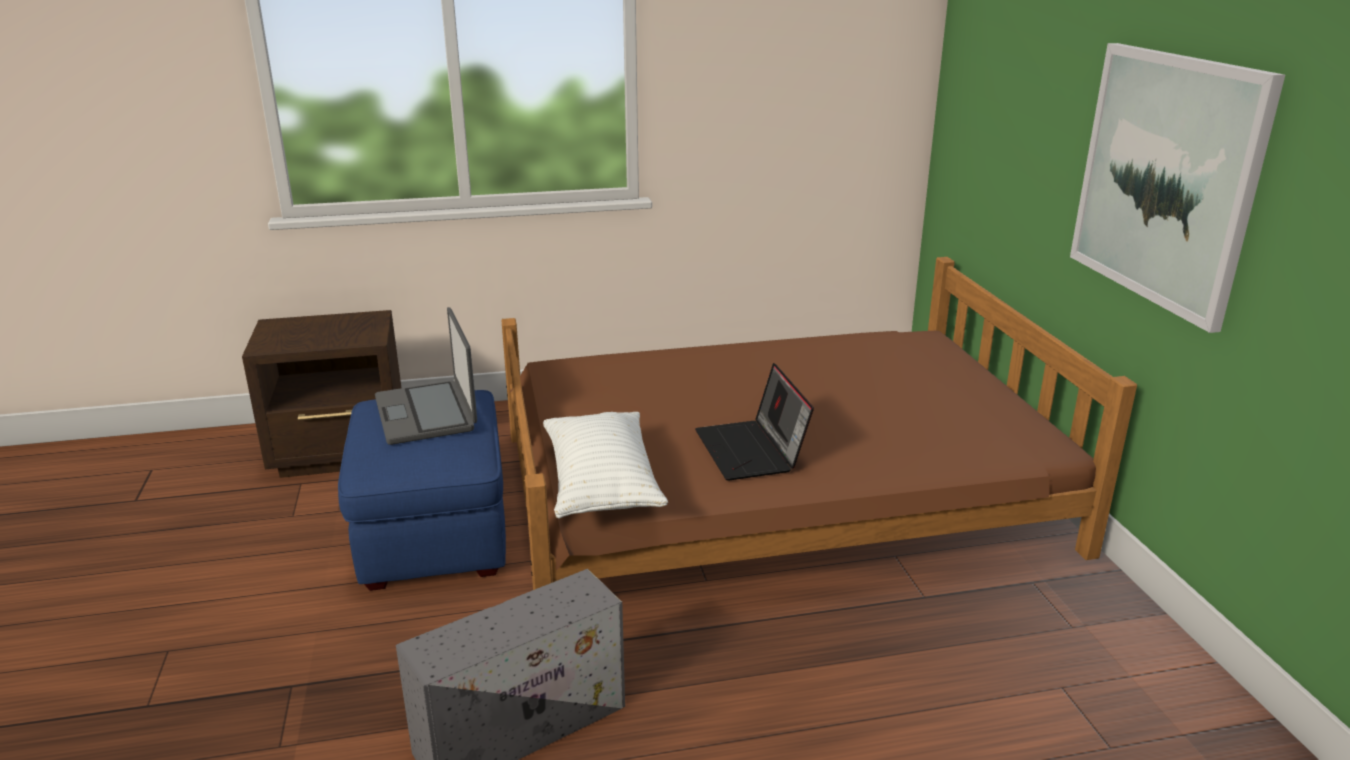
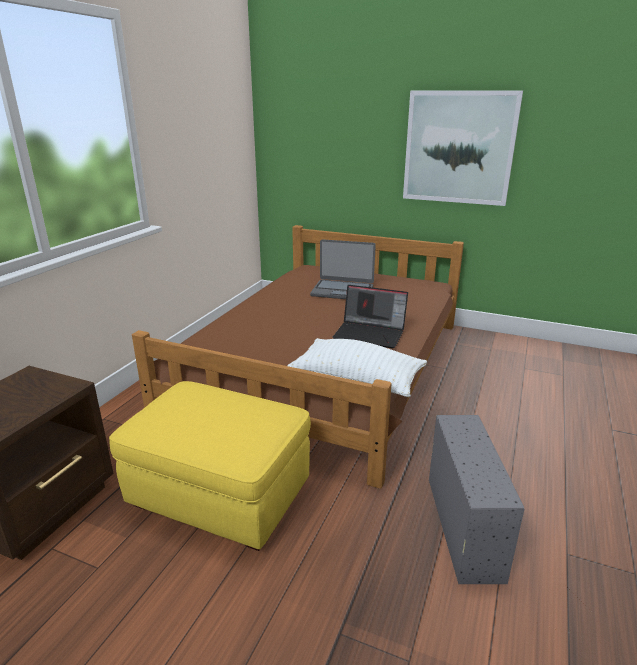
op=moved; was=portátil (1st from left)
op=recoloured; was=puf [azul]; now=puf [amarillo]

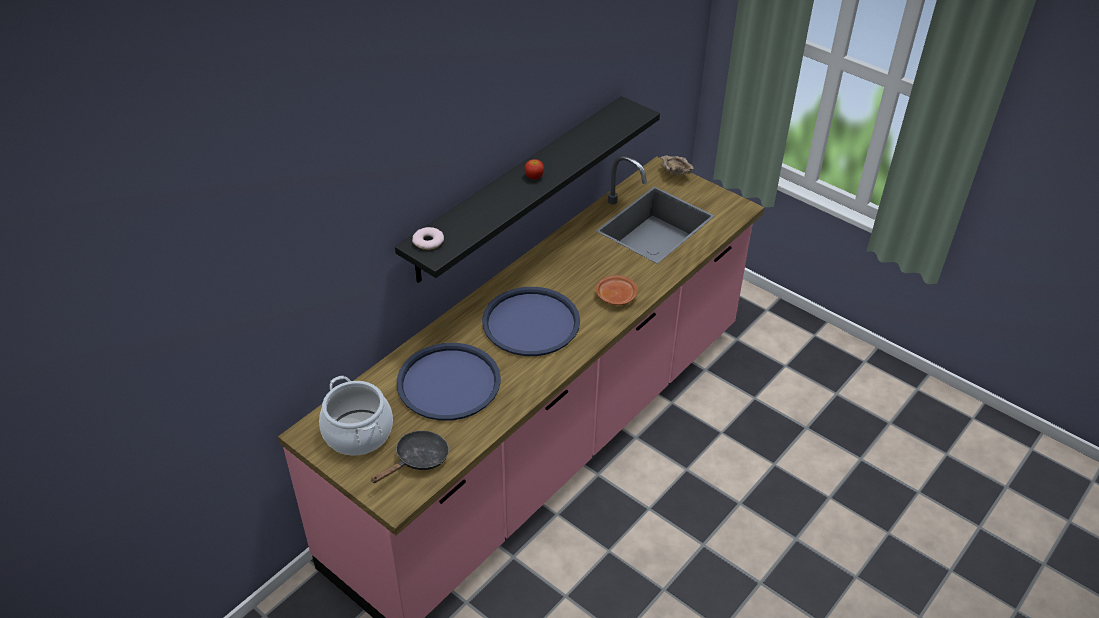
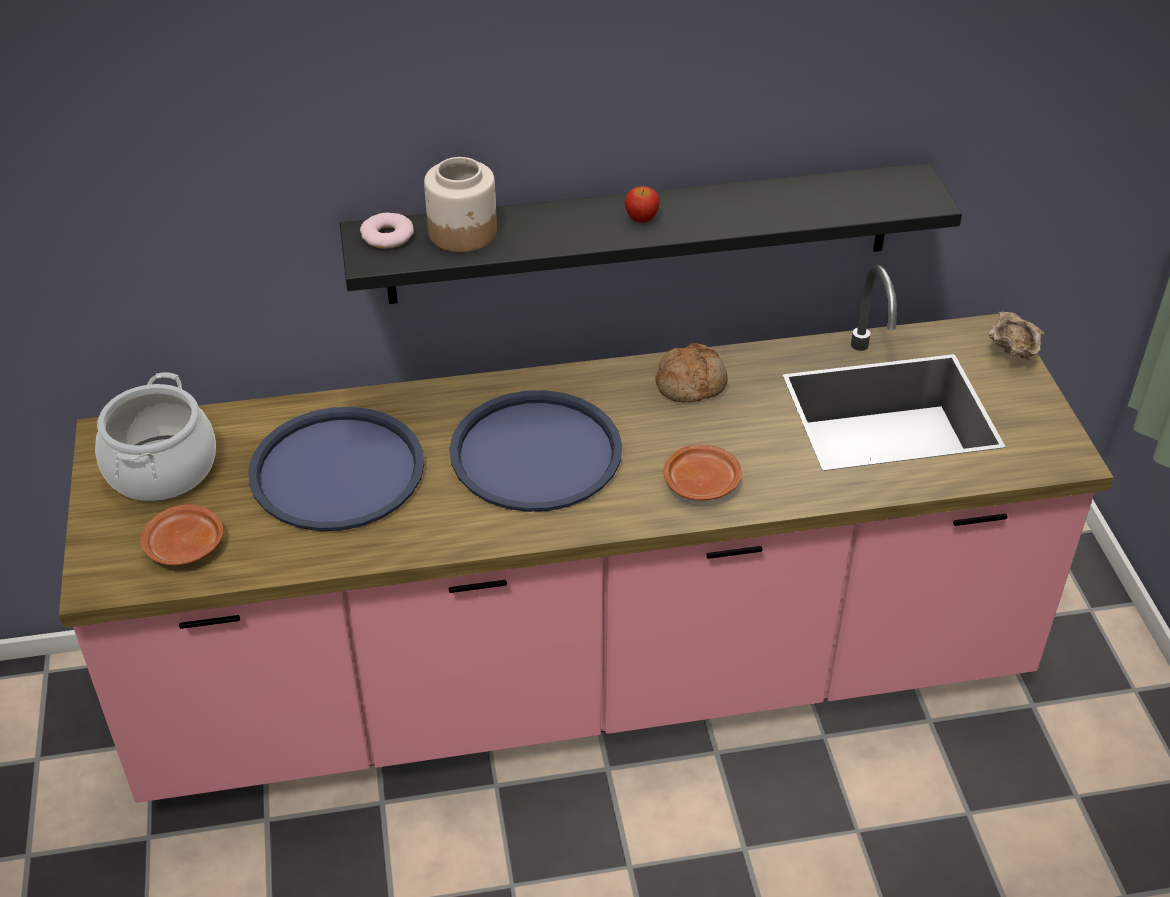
op=replaced; was=sartén [negro]; now=plato [marrón] (1st from left)
op=added; now=tarro
op=added; now=pan

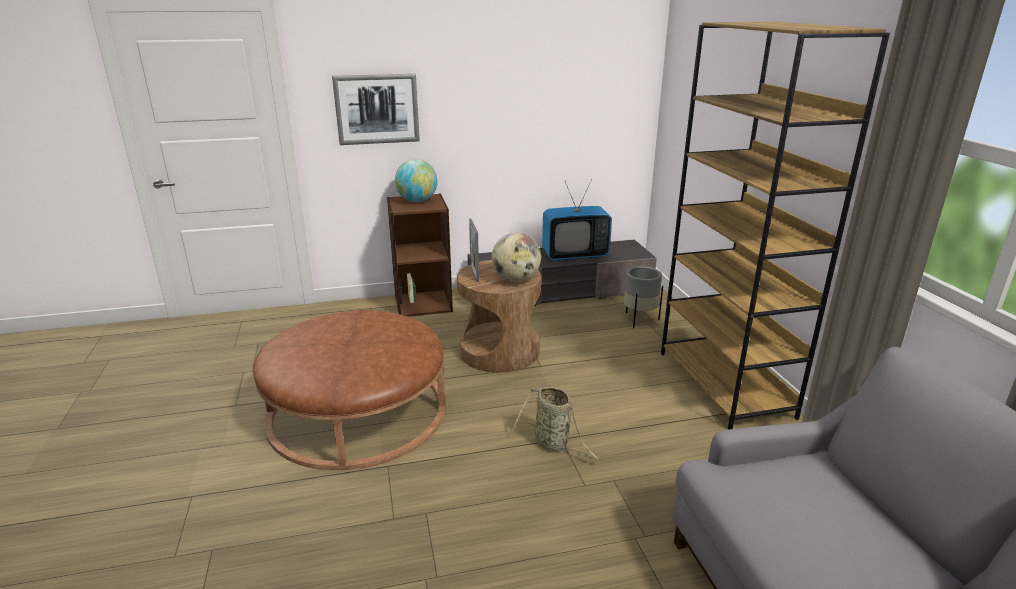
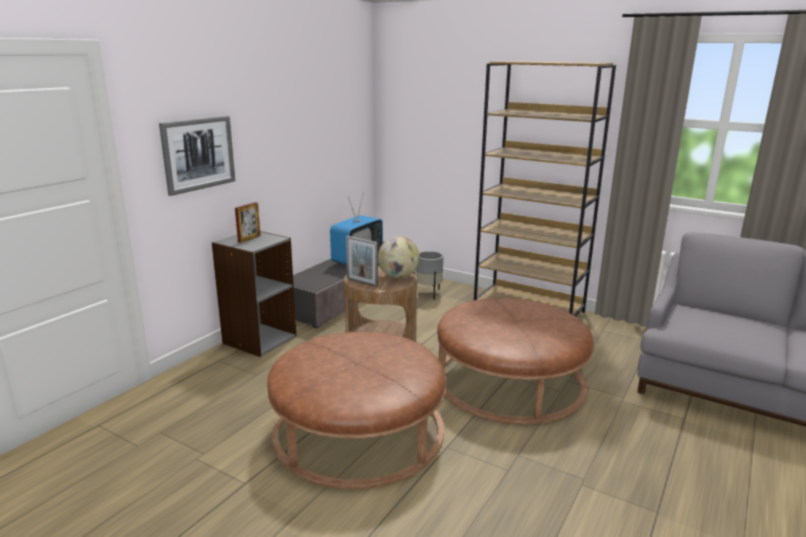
op=replaced; was=globo terráqueo (1st from left); now=portarretratos (1st from left)
op=recoloured; was=estantería [marrón] (1st from left); now=estantería [gris]
op=replaced; was=cesta; now=puf [marrón] (2nd from left)

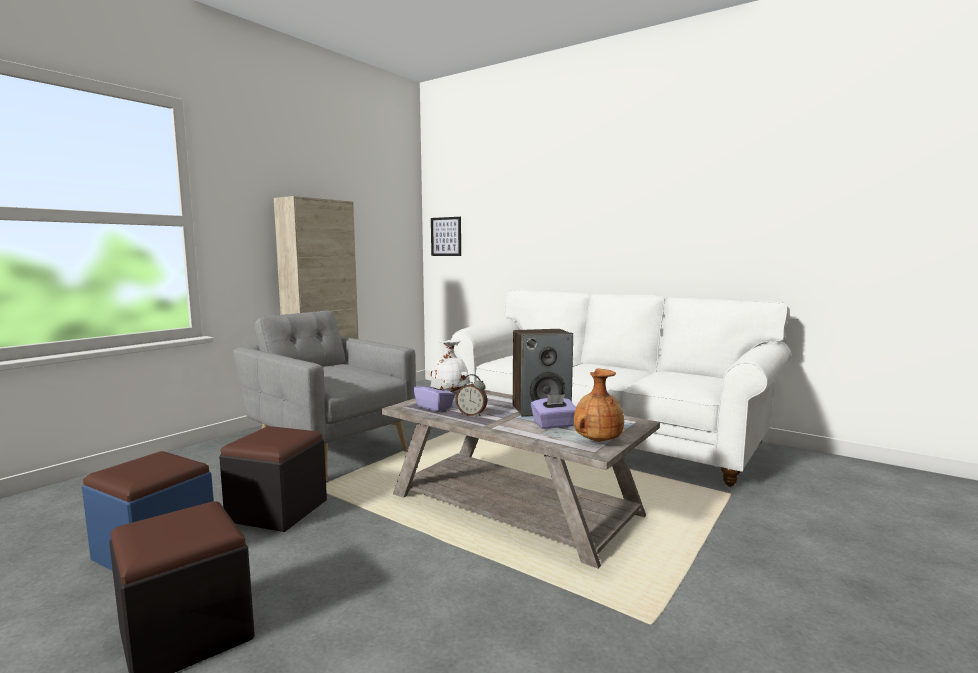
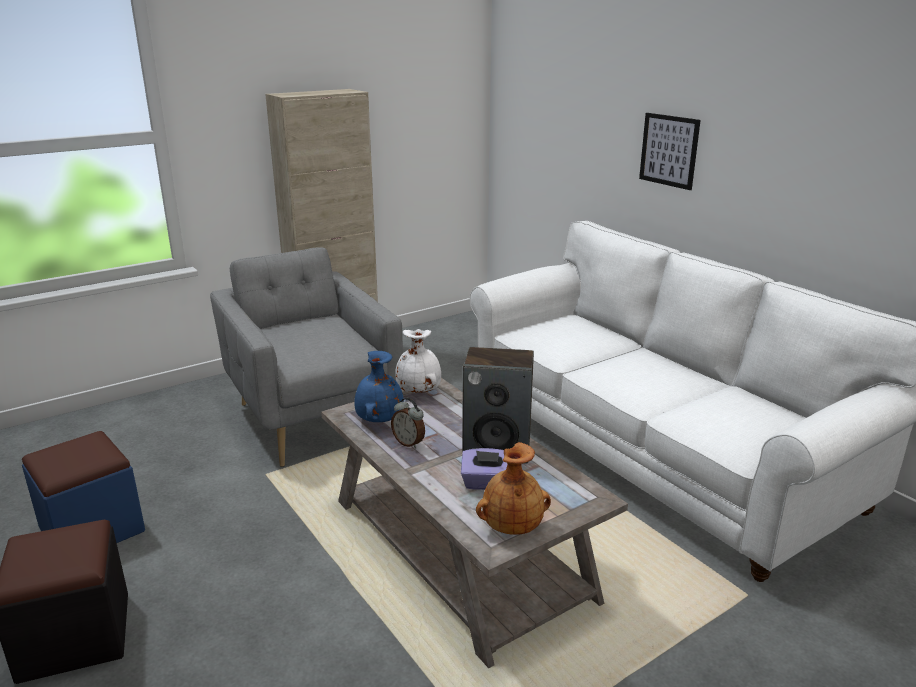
op=moved; was=cuadro
op=replaced; was=caja de pañuelos [morado] (1st from left); now=florero [azul]
op=removed; was=puf [negro] (2nd from left)

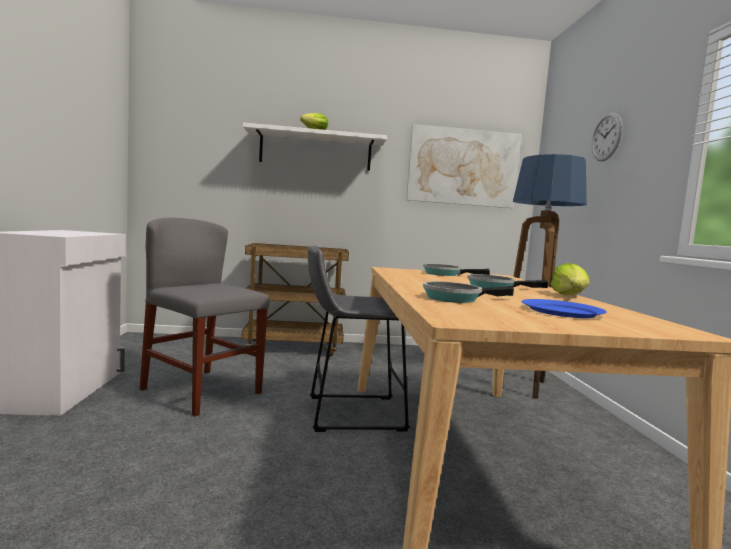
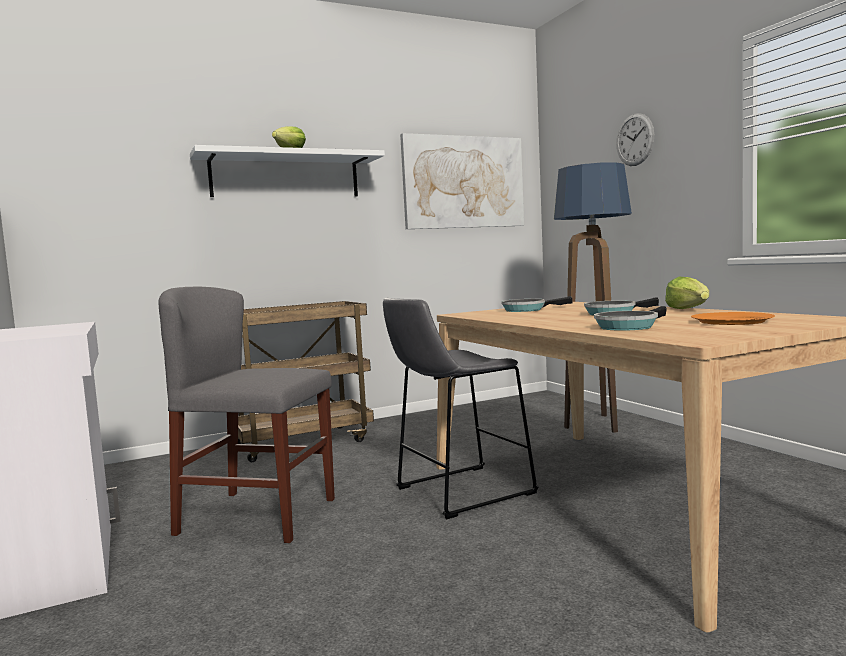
op=recoloured; was=plato [azul]; now=plato [naranja]

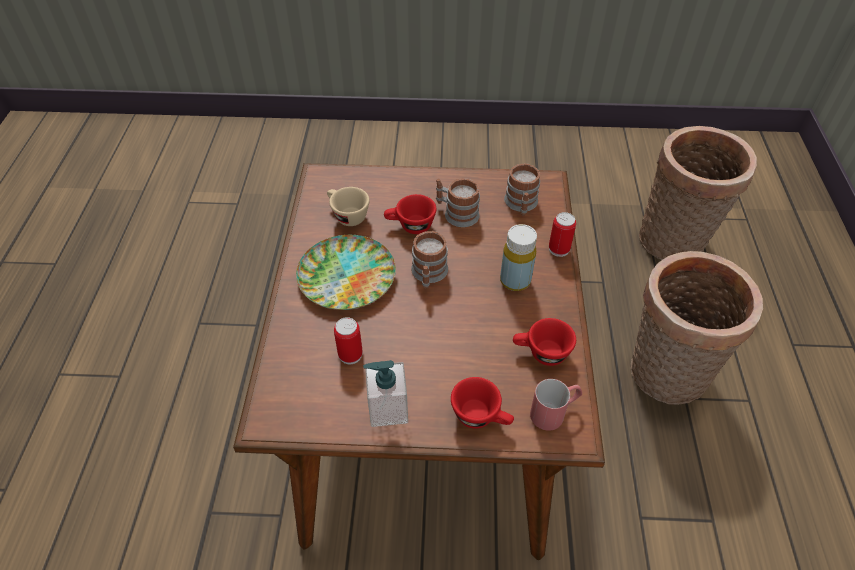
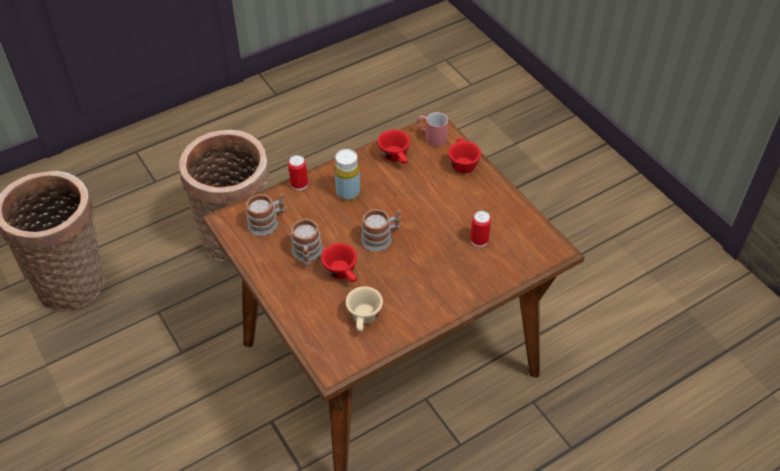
op=removed; was=plato
op=removed; was=dispensador de jabón

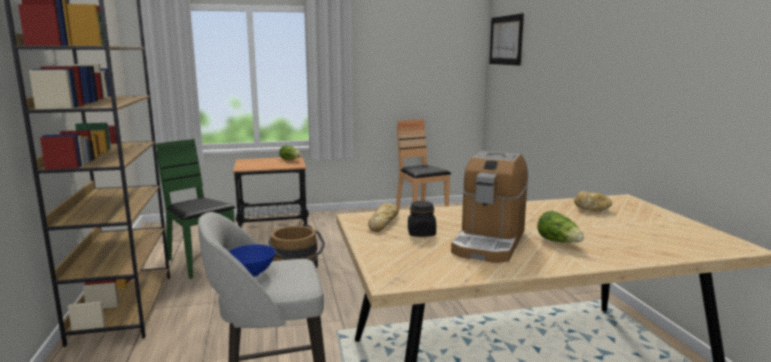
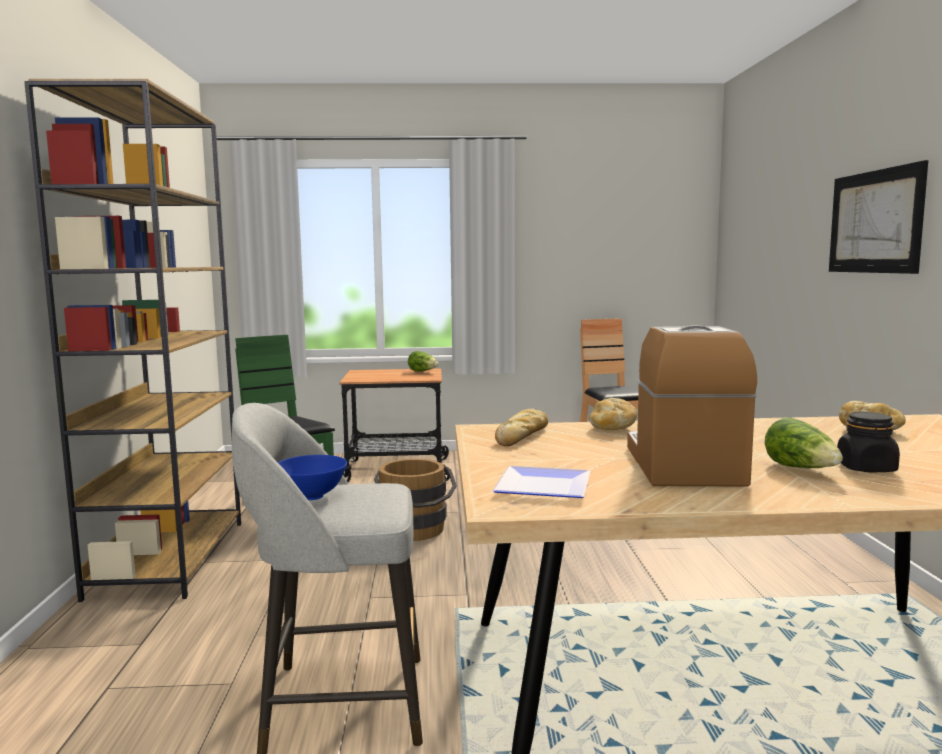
op=moved; was=cuadro
op=turned; was=cafetera; clockwise=150
op=moved; was=tarro [negro]
op=added; now=pan (2nd from left)
op=added; now=plato

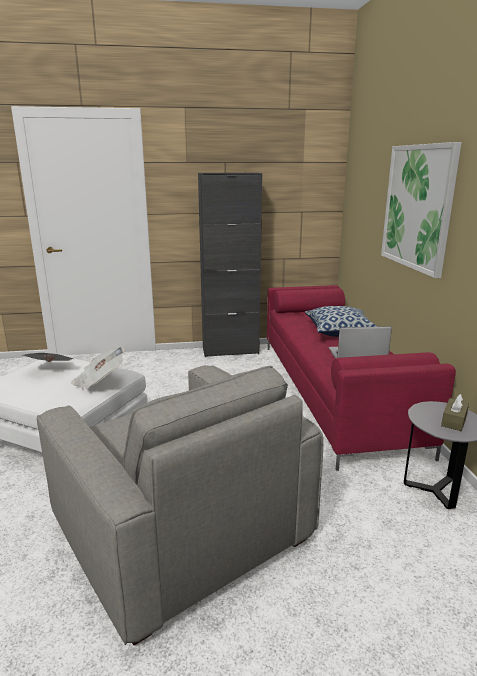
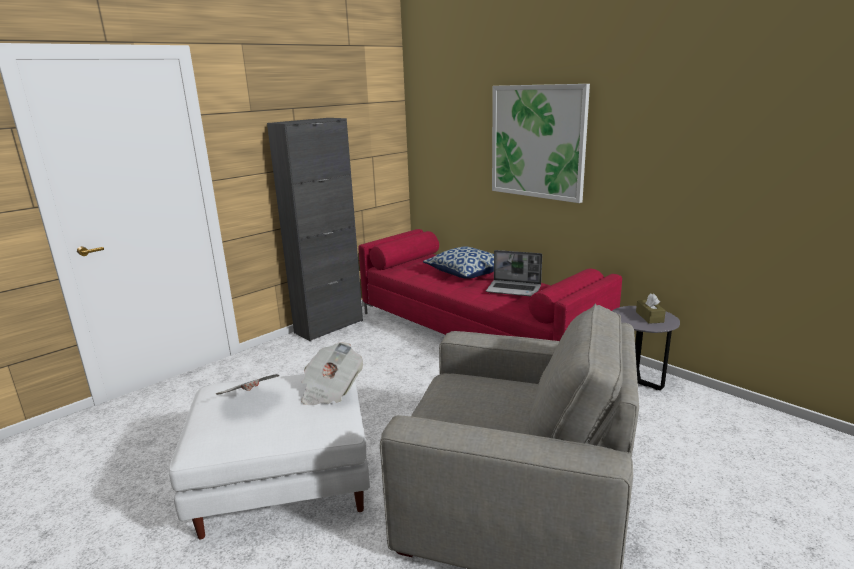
op=turned; was=portátil; clockwise=-120

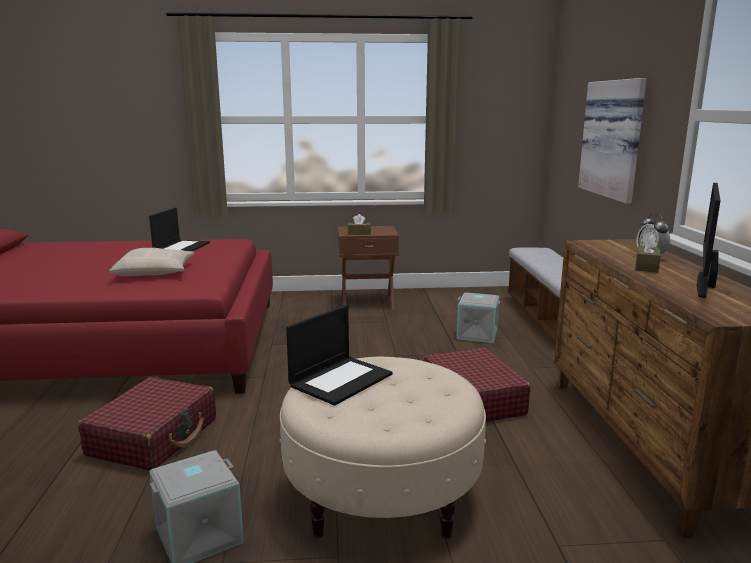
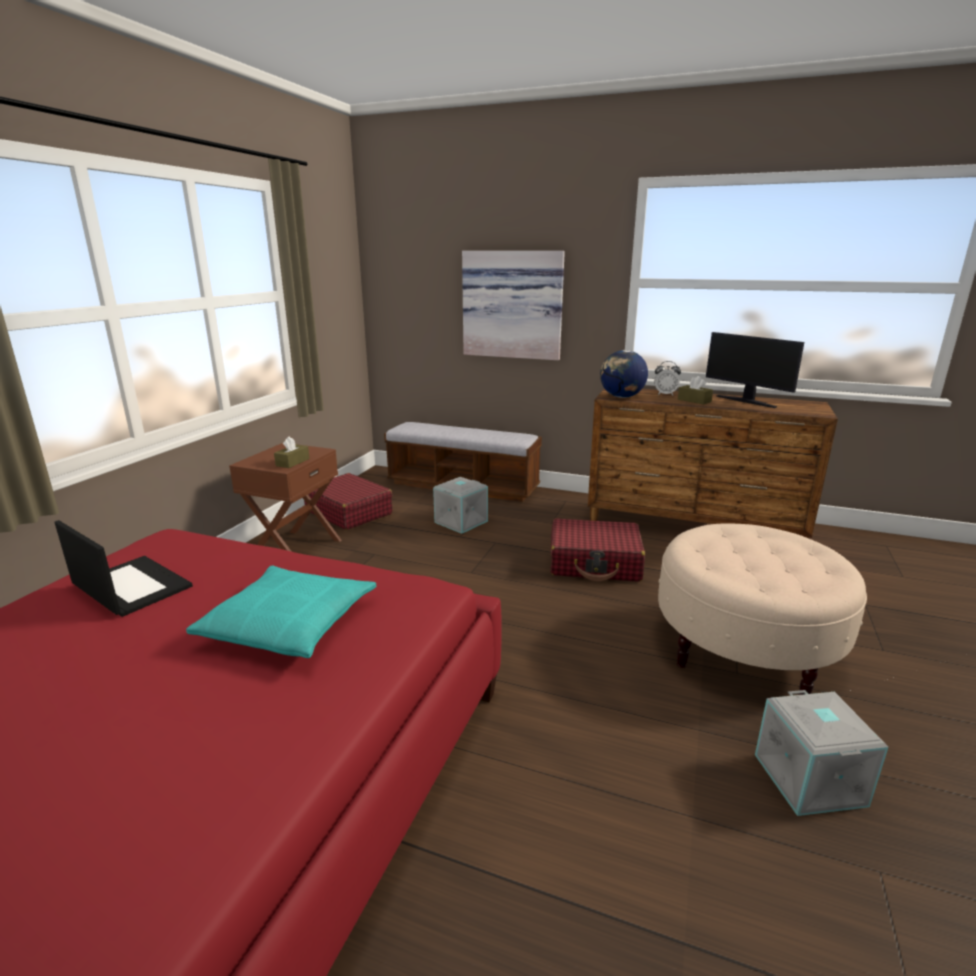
op=recoloured; was=cojín [beis]; now=cojín [turquesa]
op=removed; was=portátil (2nd from left)
op=moved; was=maleta [rojo] (1st from left)
op=added; now=globo terráqueo

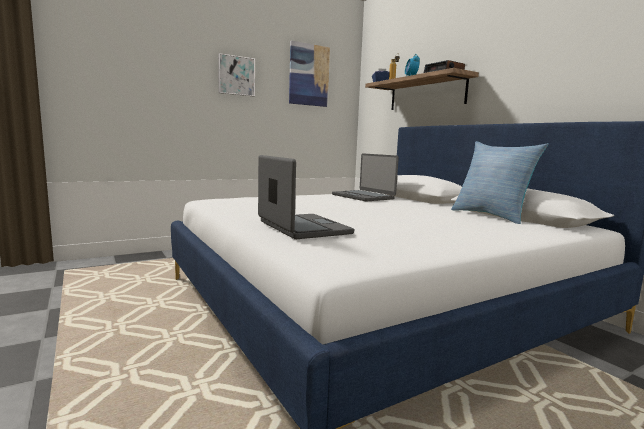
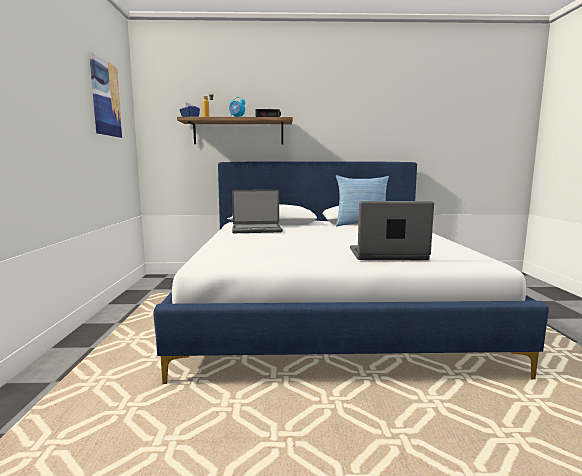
op=removed; was=cuadro (1st from left)

